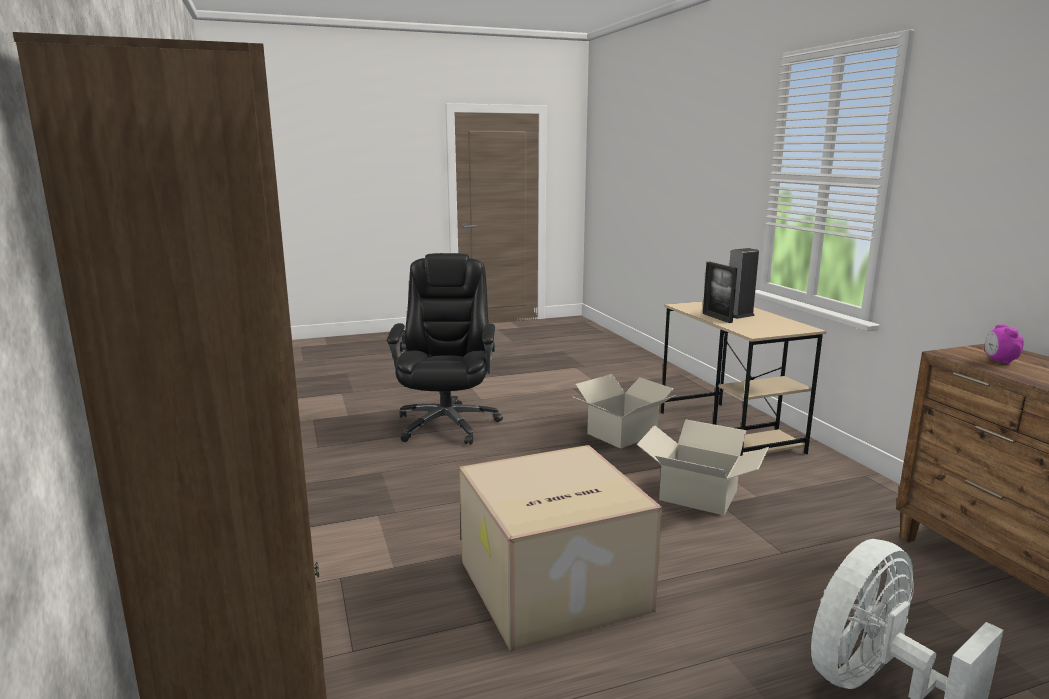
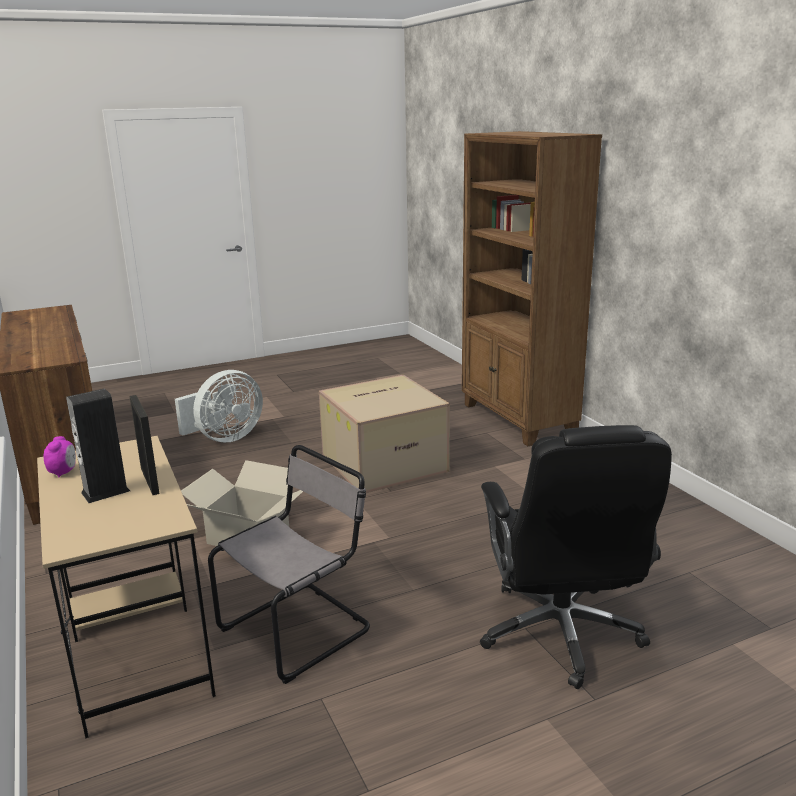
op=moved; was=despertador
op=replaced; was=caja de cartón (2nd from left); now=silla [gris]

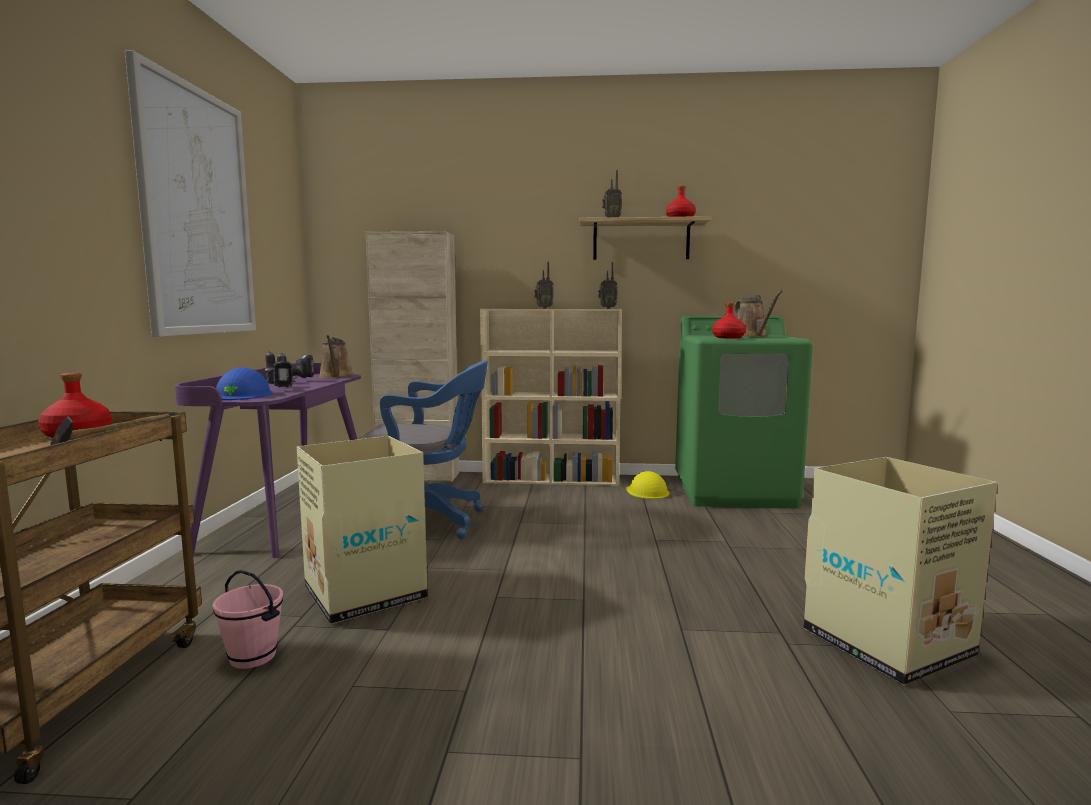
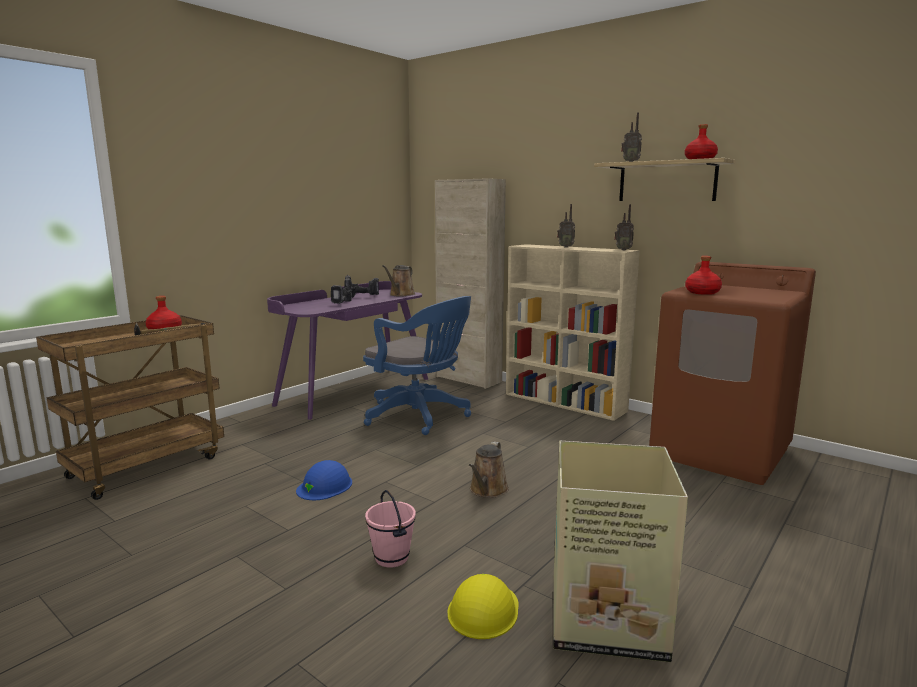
op=removed; was=cuadro
op=moved; was=regadera [marrón] (2nd from left)
op=recoloured; was=lavadora [verde]; now=lavadora [marrón]
op=moved; was=casco [azul]
op=removed; was=caja de cartón (1st from left)
op=moved; was=casco [amarillo]
op=moved; was=cubo [rosa]

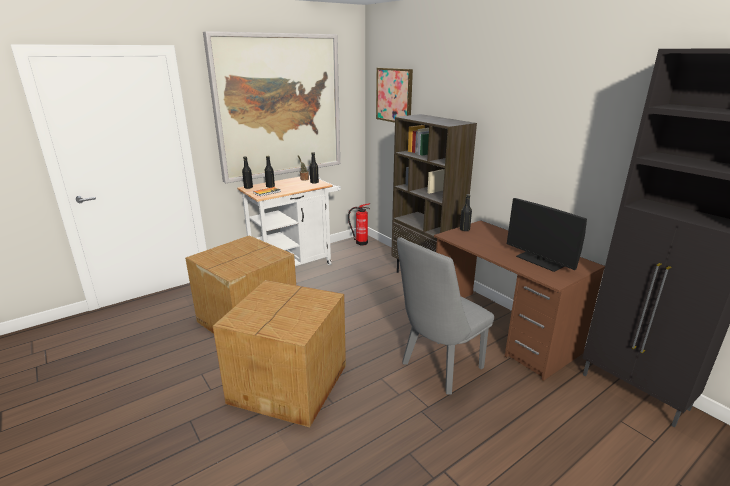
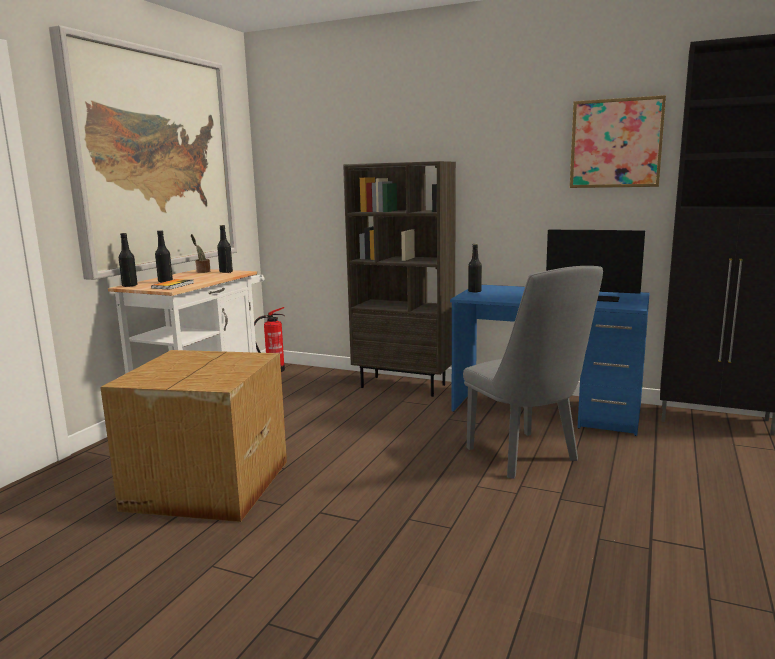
op=moved; was=cuadro (2nd from left)
op=recoloured; was=escritorio [marrón]; now=escritorio [azul]
op=turned; was=silla [gris]; clockwise=-45
op=removed; was=caja de cartón (2nd from left)

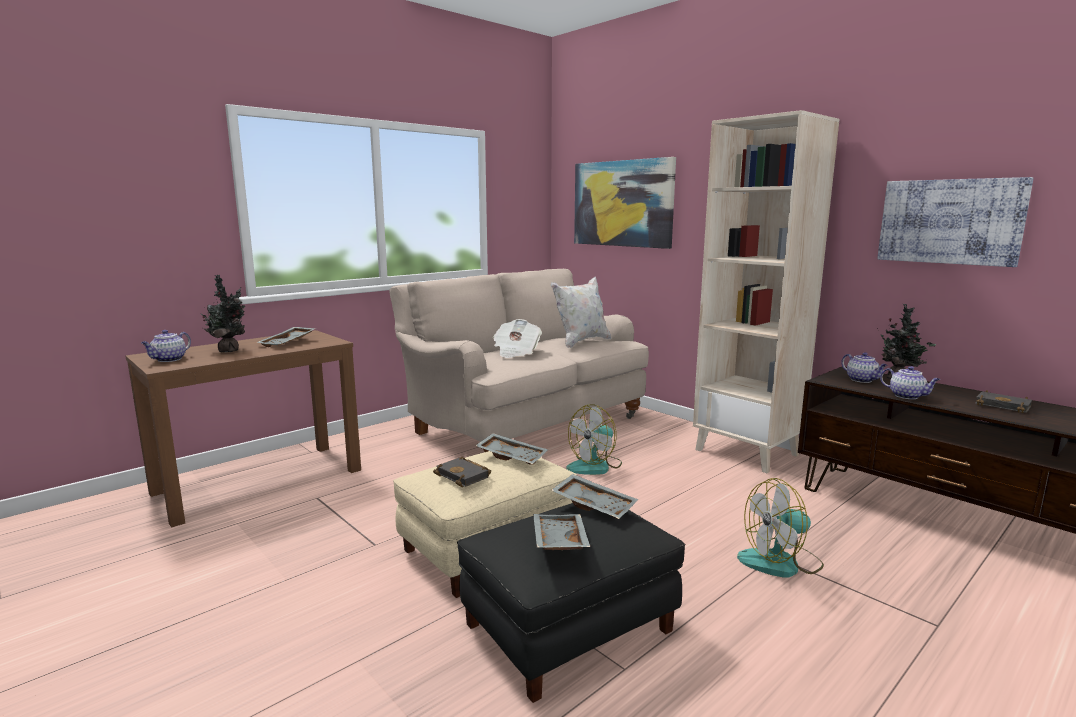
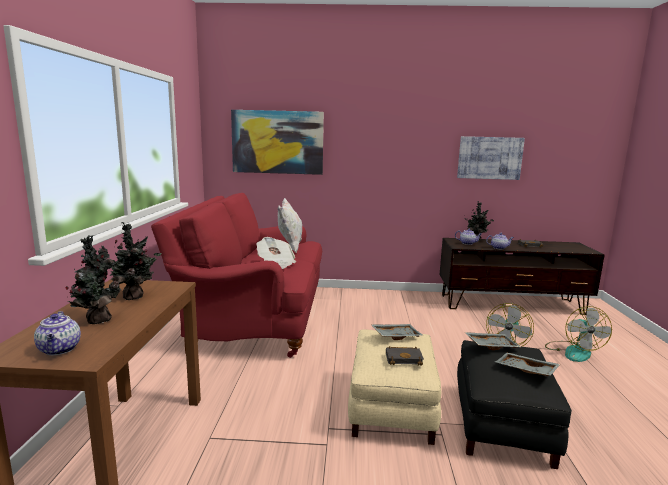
op=removed; was=estantería [beis]
op=recoloured; was=sofá [beis]; now=sofá [rojo]
op=replaced; was=bandeja [gris] (1st from left); now=planta en maceta (2nd from left)
op=moved; was=ventilador (1st from left in the first image); now=ventilador (2nd from left)

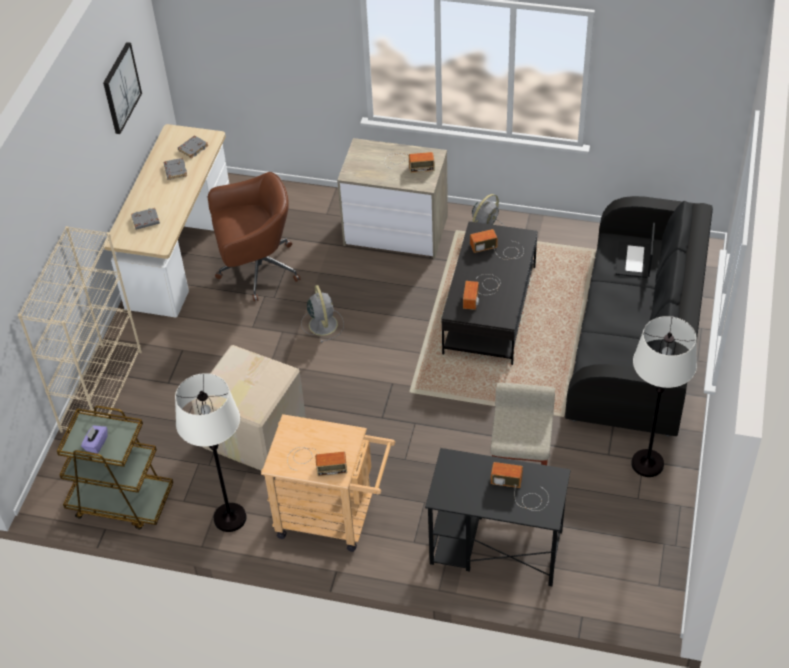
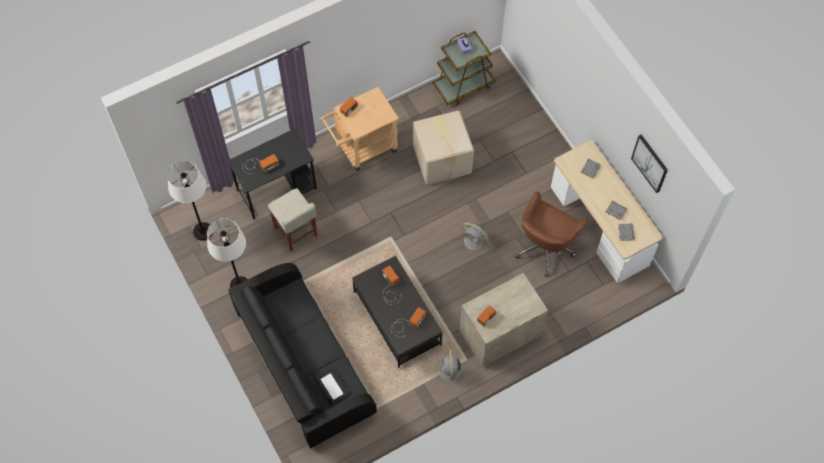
op=removed; was=estantería [beis]
op=moved; was=lámpara de pie [blanco] (1st from left)

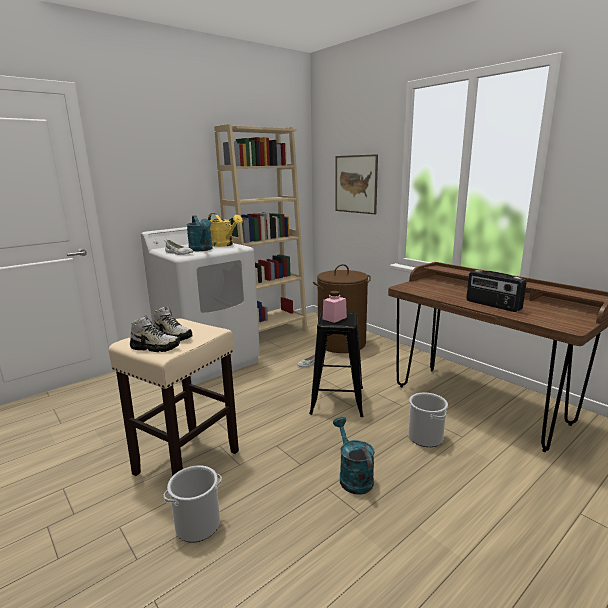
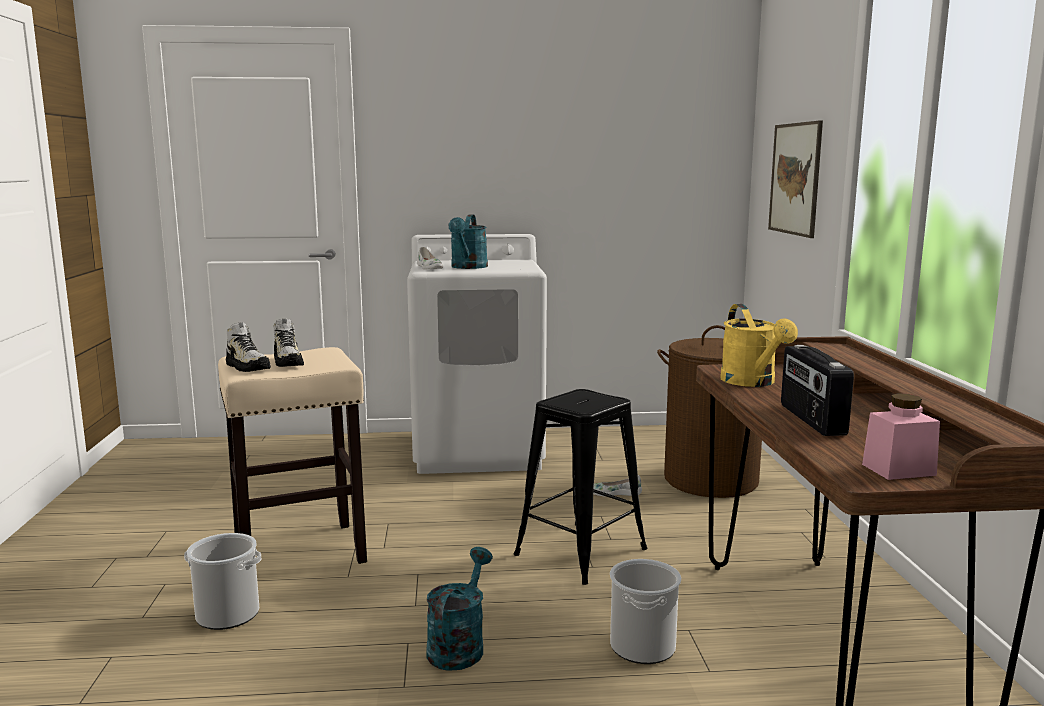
op=removed; was=estantería [beis]
op=moved; was=regadera [amarillo]
op=moved; was=tarro [rosa]

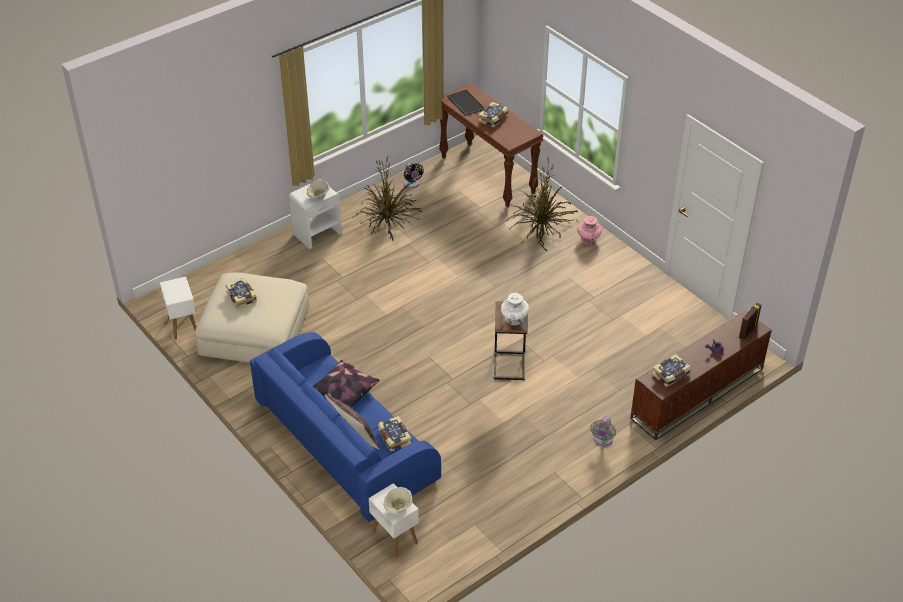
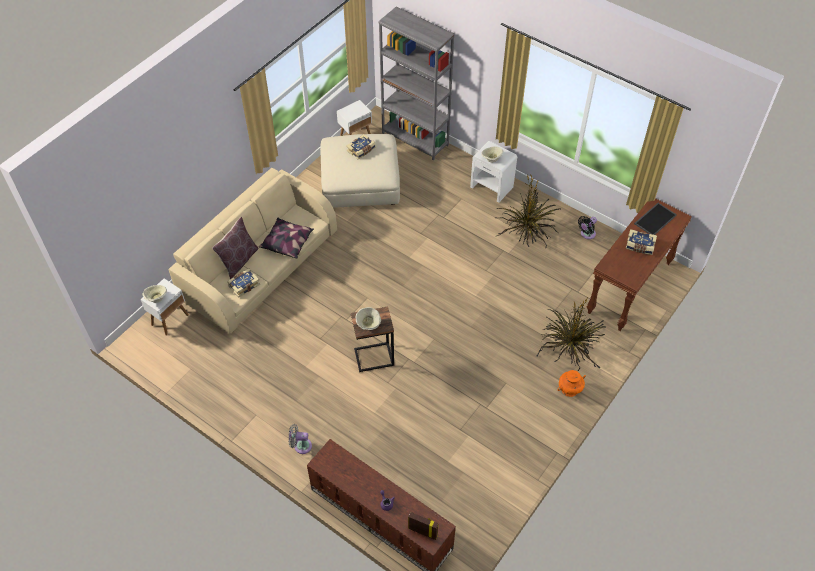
op=recoloured; was=florero [rosa]; now=florero [naranja]
op=replaced; was=florero [blanco]; now=cuenco [beis] (2nd from left)
op=recoloured; was=sofá [azul]; now=sofá [beis]
op=removed; was=libro (4th from left)
op=added; now=estantería [gris]

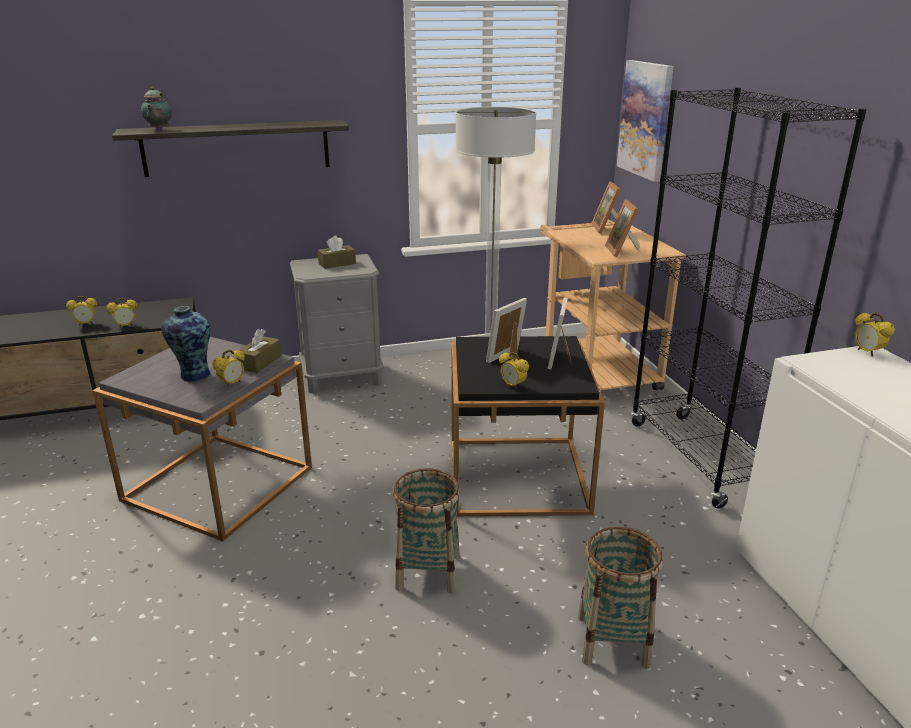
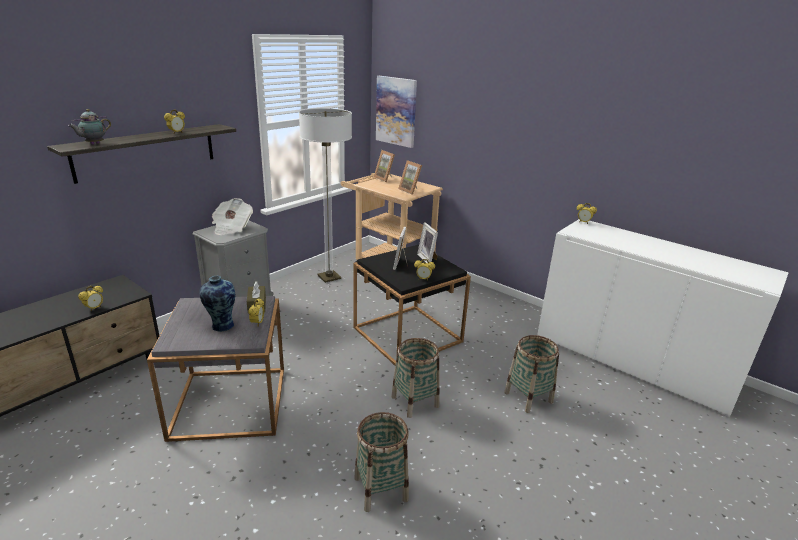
op=turned; was=tetera; clockwise=75
op=removed; was=estantería [negro]
op=replaced; was=caja de pañuelos [marrón] (2nd from left); now=periódico
op=moved; was=despertador (1st from left in the first image); now=despertador (2nd from left)
op=added; now=cesta (1st from left)

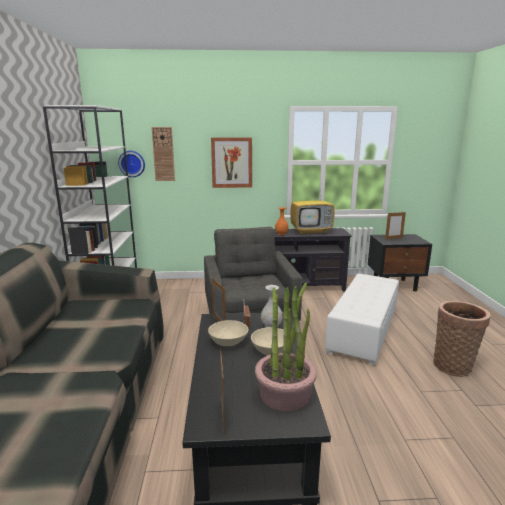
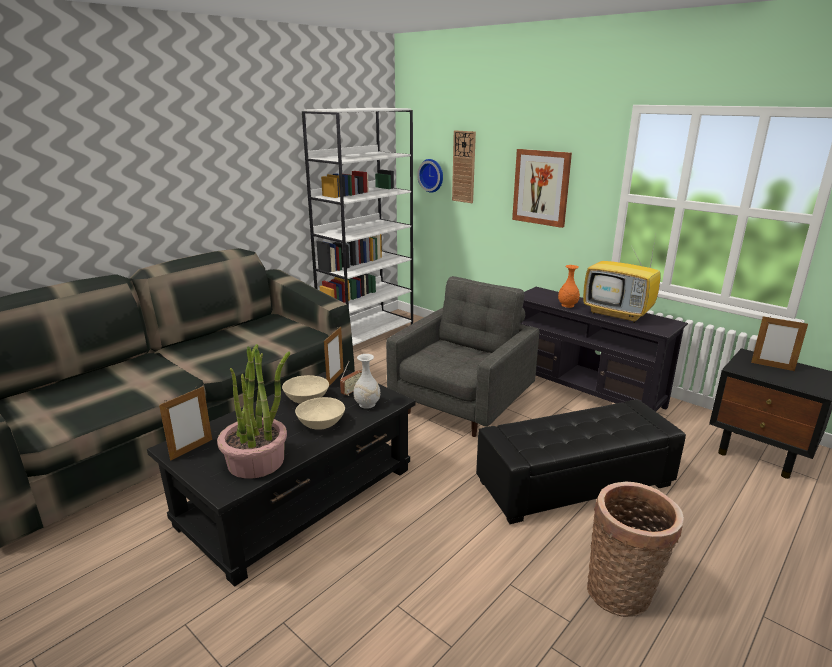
op=recoloured; was=puf [blanco]; now=puf [negro]

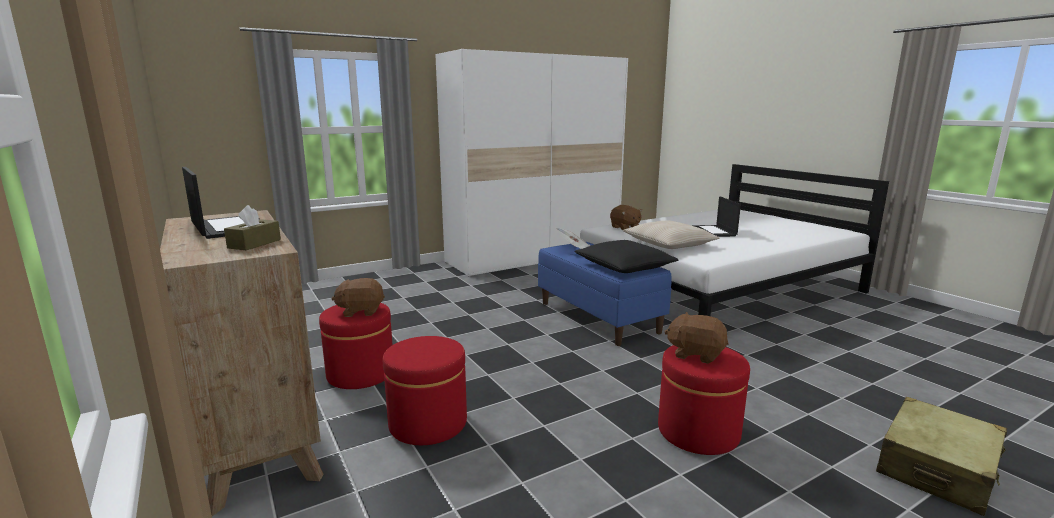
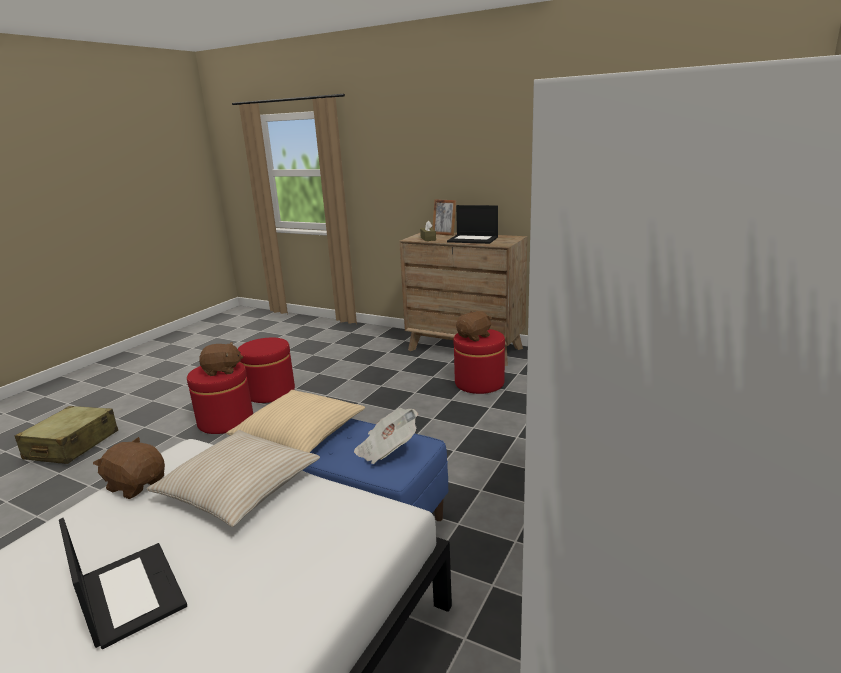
op=moved; was=peluche [marrón] (2nd from left in the first image); now=peluche [marrón] (1st from left)
op=recoloured; was=cojín [negro]; now=cojín [beis] (2nd from left)
op=moved; was=puf [rojo] (2nd from left)
op=added; now=portarretratos

